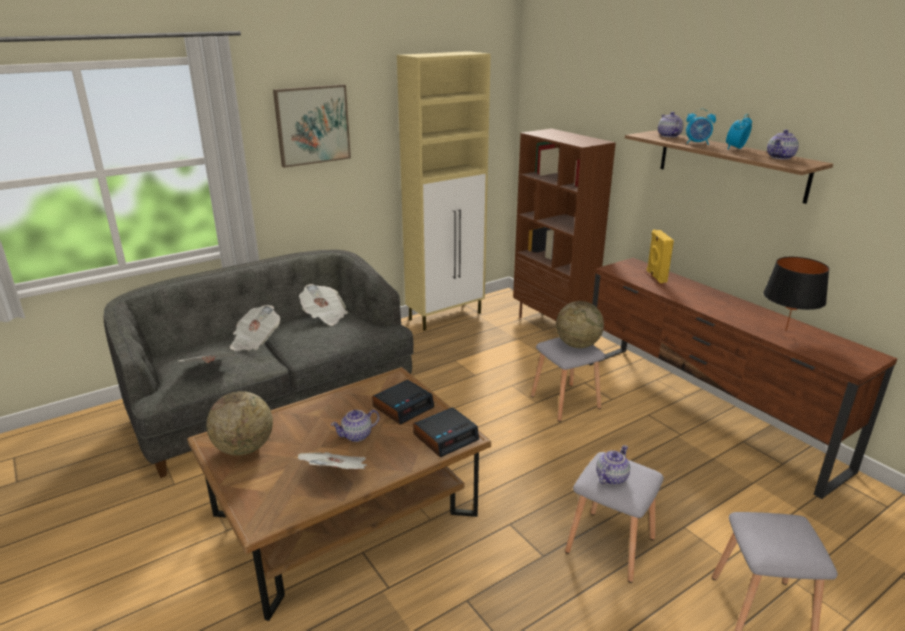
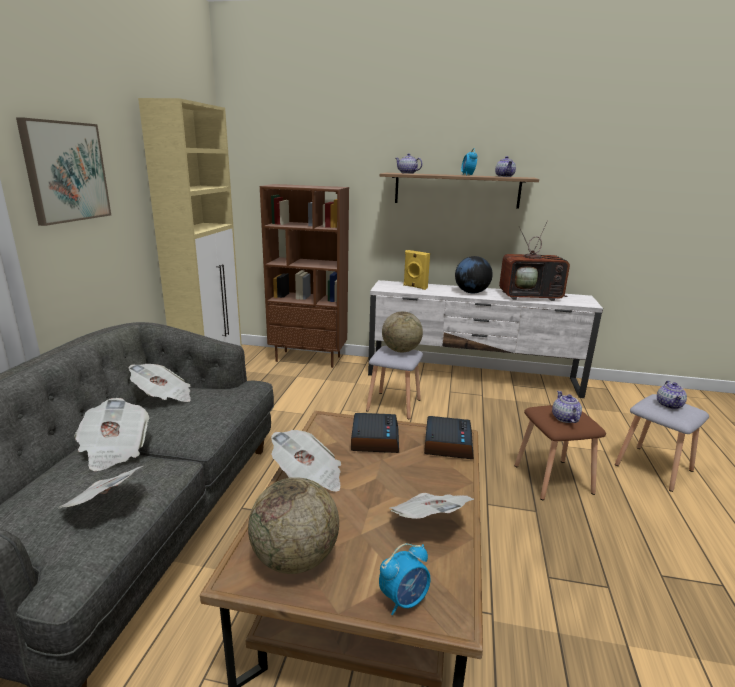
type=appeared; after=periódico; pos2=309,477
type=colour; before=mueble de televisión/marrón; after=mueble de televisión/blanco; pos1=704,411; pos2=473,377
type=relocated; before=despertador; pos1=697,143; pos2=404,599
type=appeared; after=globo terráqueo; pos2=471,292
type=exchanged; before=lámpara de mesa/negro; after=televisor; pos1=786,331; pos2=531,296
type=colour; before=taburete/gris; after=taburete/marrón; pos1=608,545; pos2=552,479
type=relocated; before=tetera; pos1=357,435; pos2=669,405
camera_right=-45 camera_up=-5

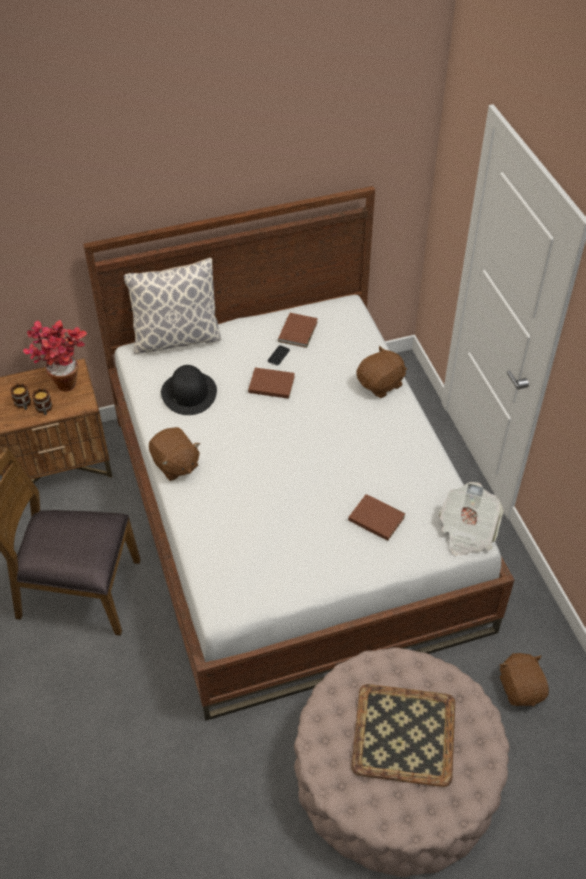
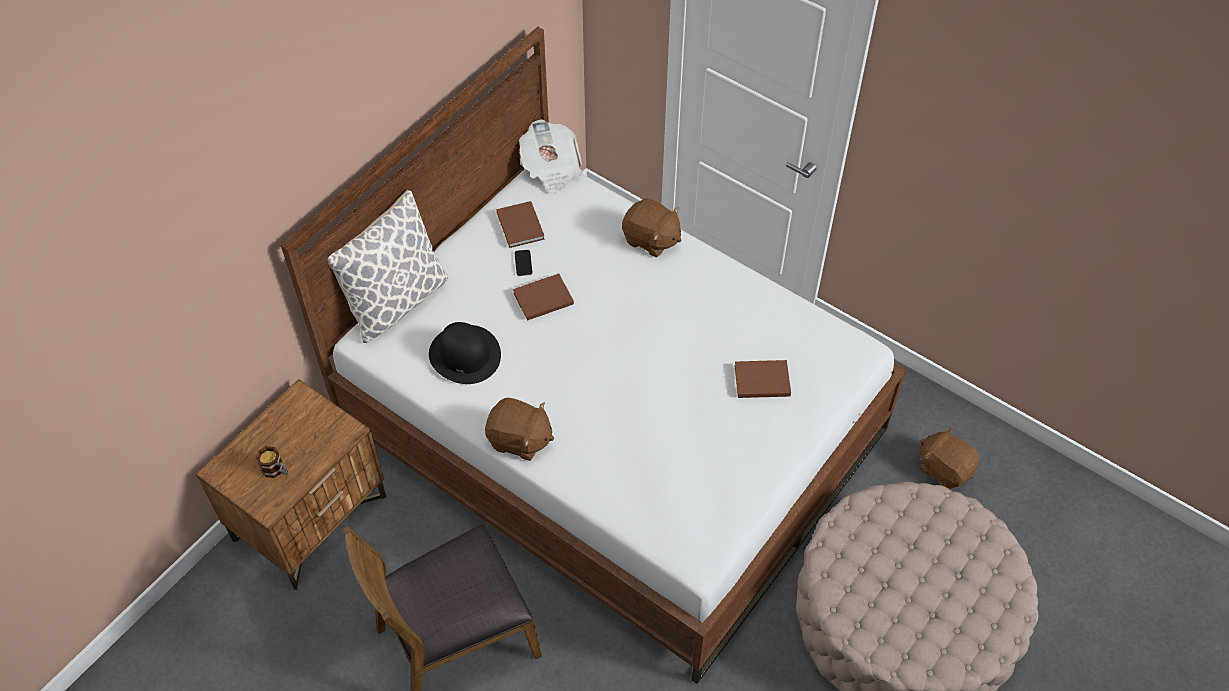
type=relocated; before=periódico; pos1=467,530; pos2=551,169
type=spun; before=peluche/marrón; pos1=381,384; pos2=651,240; turn=105
type=missing; before=planta en maceta; pos1=62,380
type=missing; before=taza grande; pos1=44,409
type=missing; before=bandeja; pos1=403,733
camera_right=-35 camera_up=5

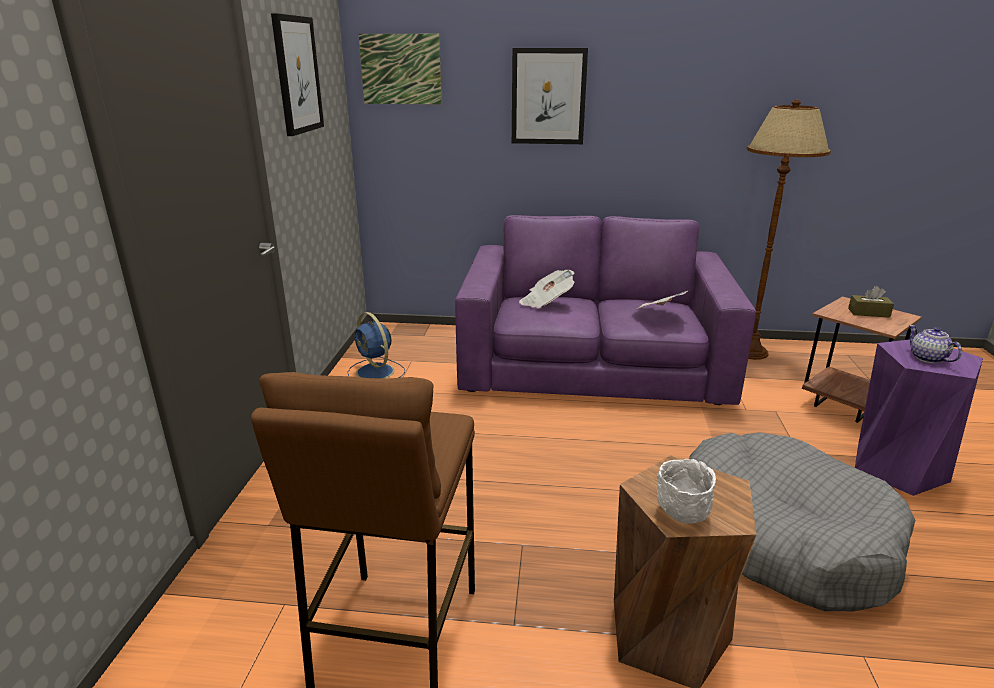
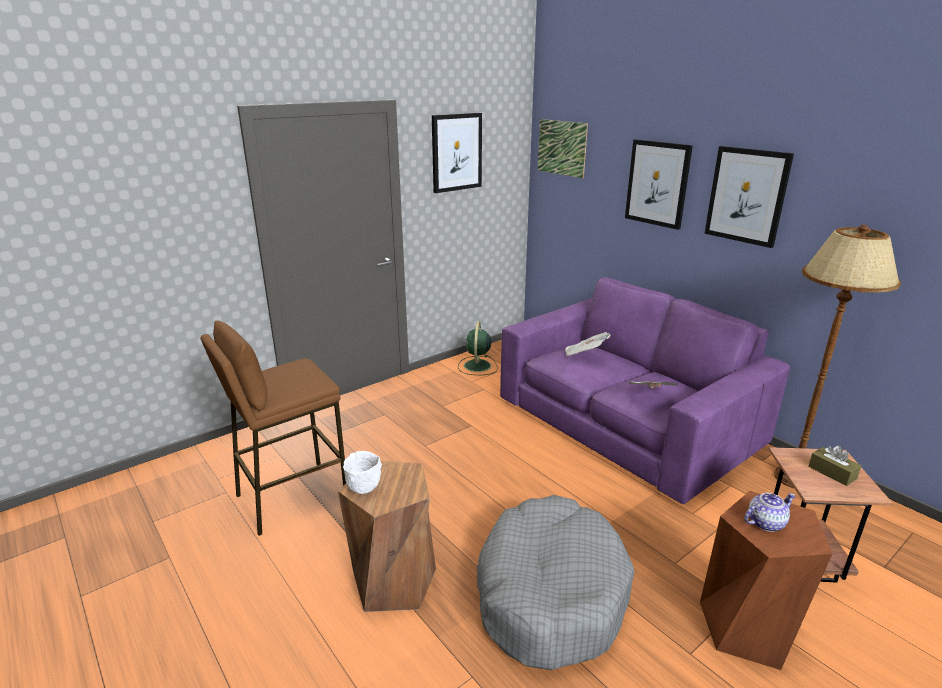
type=colour; before=ventilador/azul; after=ventilador/verde; pos1=376,372; pos2=477,366
type=colour; before=taburete/morado; after=taburete/marrón; pos1=897,467; pos2=747,627
type=appeared; after=cuadro; pos2=747,196
type=spun; before=tetera; pos1=928,358; pos2=765,523; turn=45
camera_right=45 camera_up=0

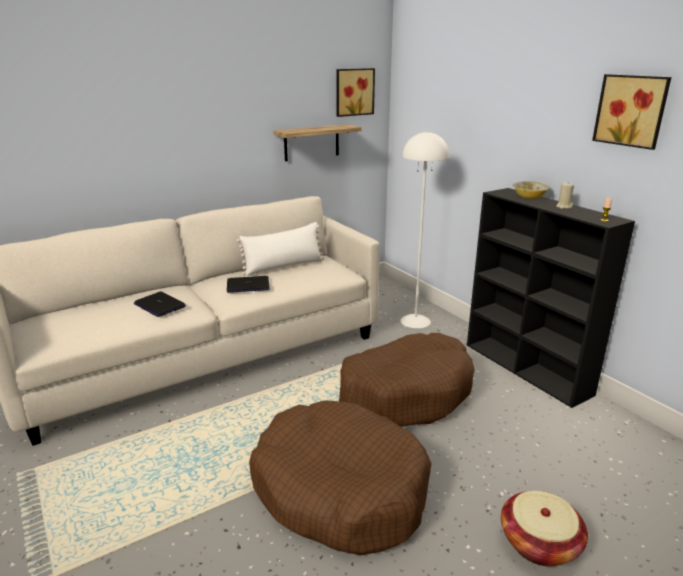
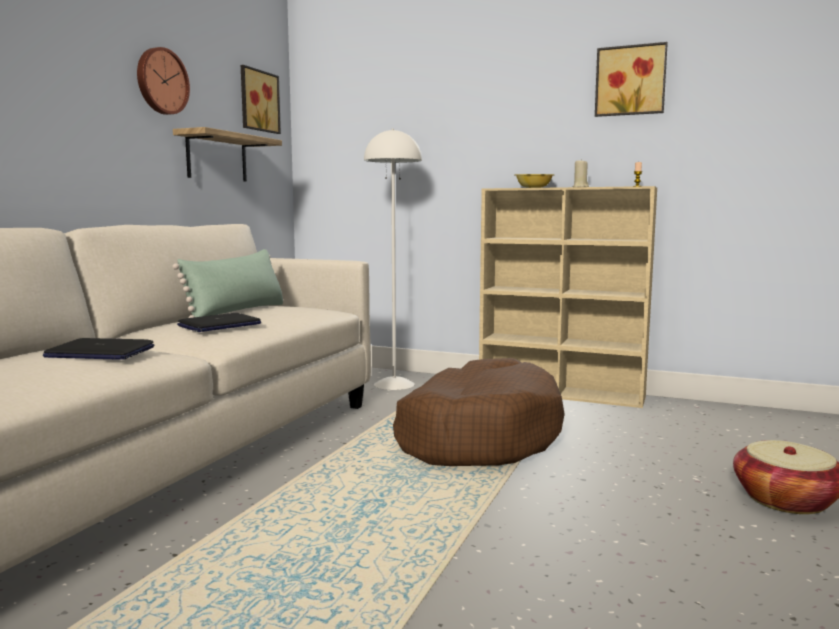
type=appeared; after=reloj de pared; pos2=161,81
type=colour; before=cojín/blanco; after=cojín/verde; pos1=283,266; pos2=237,311
type=colour; before=estantería/negro; after=estantería/beis; pos1=527,369; pos2=562,393
type=missing; before=cama para perro/marrón; pos1=339,489
camera_right=-35 camera_up=-15

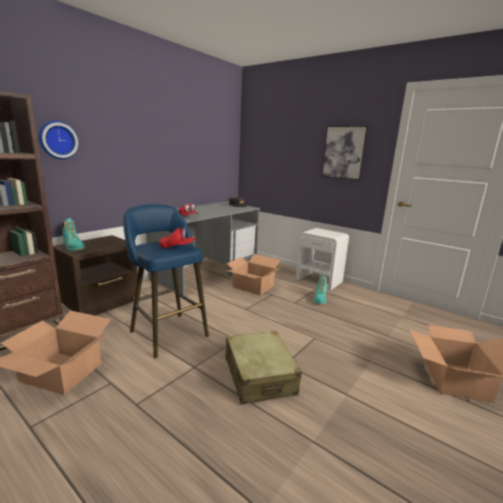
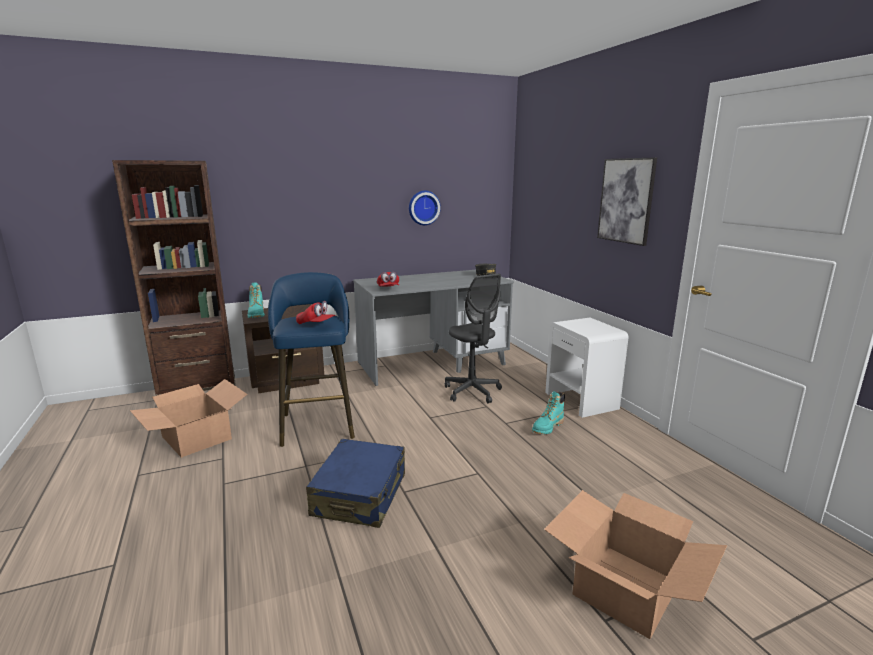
type=colour; before=maleta/beis; after=maleta/azul; pos1=259,376; pos2=360,495
type=relocated; before=reloj de pared; pos1=57,140; pos2=423,207
type=exchanged; before=caja de cartón; after=silla de oficina/gris; pos1=253,286; pos2=472,392
camera_right=30 camera_up=0

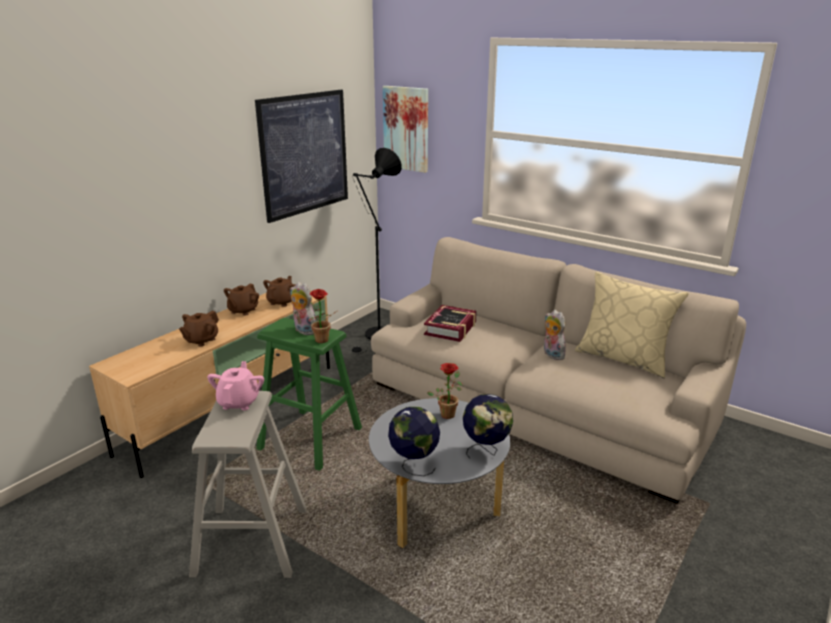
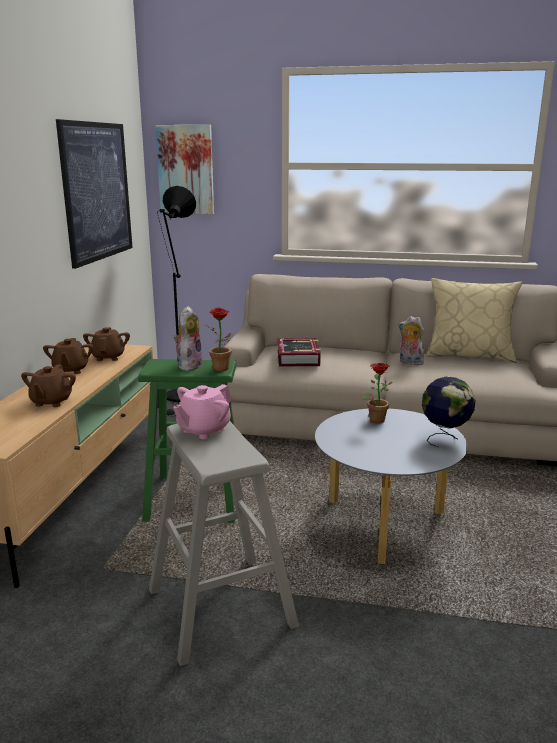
type=spun; before=tetera/rosa; pos1=239,402; pos2=203,430; turn=-120
type=spun; before=peluche; pos1=303,330; pos2=189,365; turn=90
type=missing; before=globo terráqueo; pos1=414,465
camera_right=-25 camera_up=-5

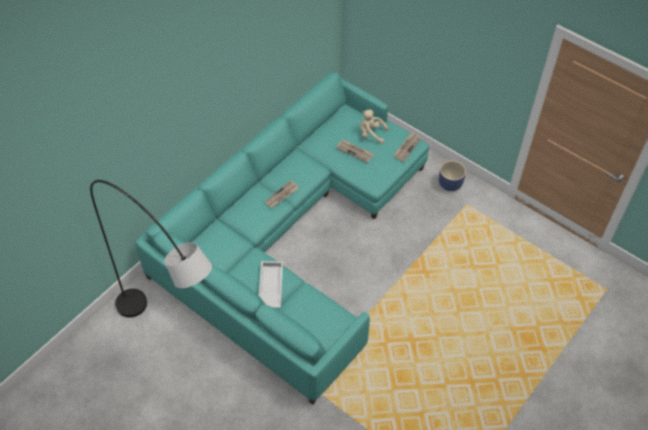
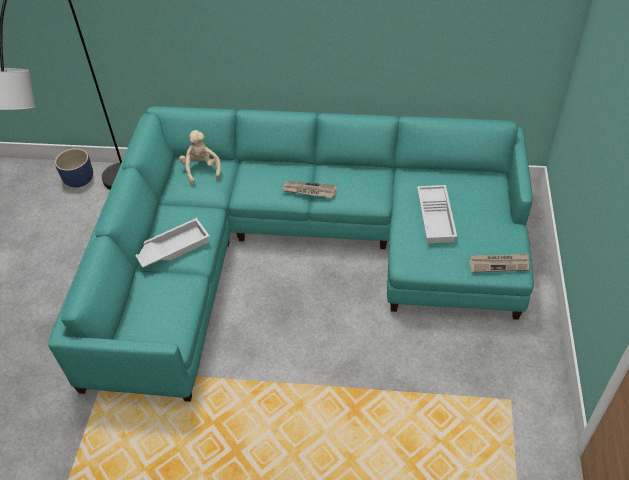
type=relocated; before=maceta/azul; pos1=450,184; pos2=79,180
type=relocated; before=peluche/beis; pos1=371,134; pos2=201,170
type=exchanged; before=periódico; after=bandeja/blanco; pos1=355,151; pos2=436,217
camera_right=60 camera_up=-5

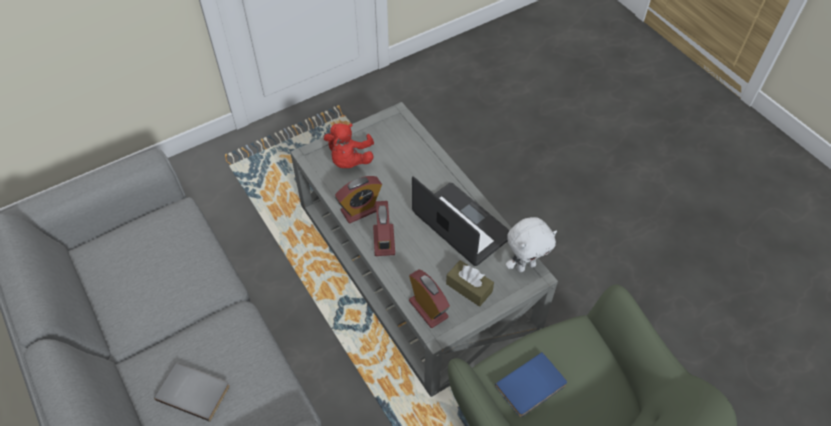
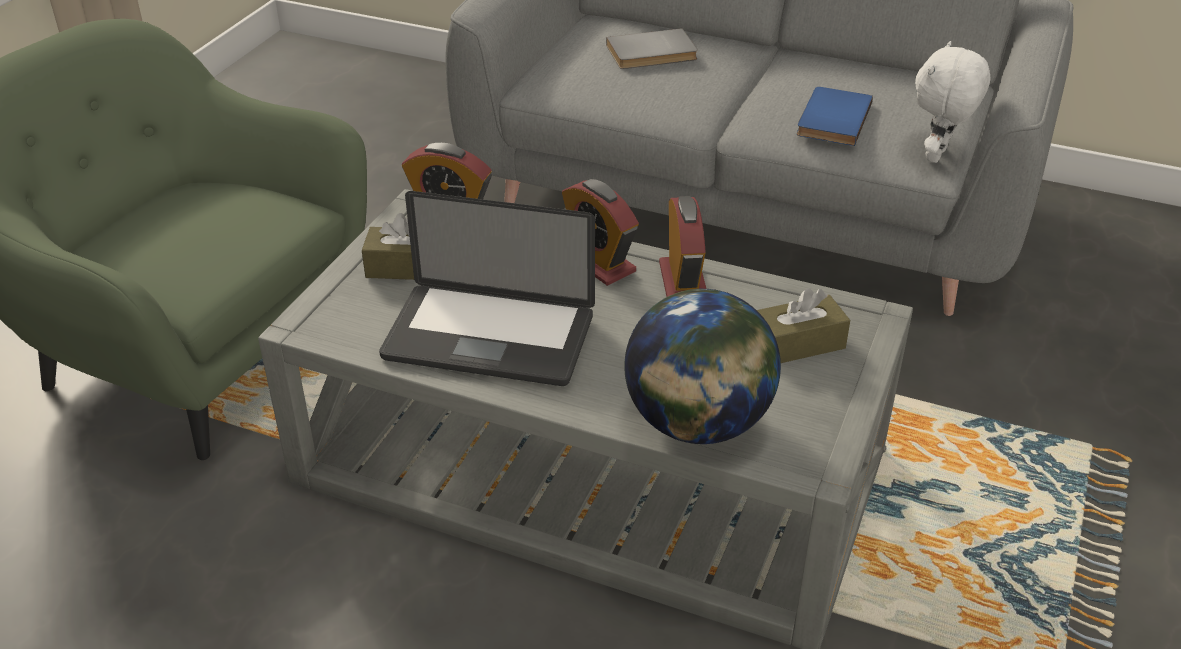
type=appeared; after=globo terráqueo; pos2=698,423
type=spun; before=despertador; pos1=360,210; pos2=683,282; turn=150
type=exchanged; before=peluche/rojo; after=caja de pañuelos/marrón; pos1=349,160; pos2=798,344
type=relocated; before=libro/azul; pos1=532,387; pos2=831,119
type=relocated; before=peluche/blanco; pos1=525,265; pos2=938,156
camera_right=145 camera_up=-15

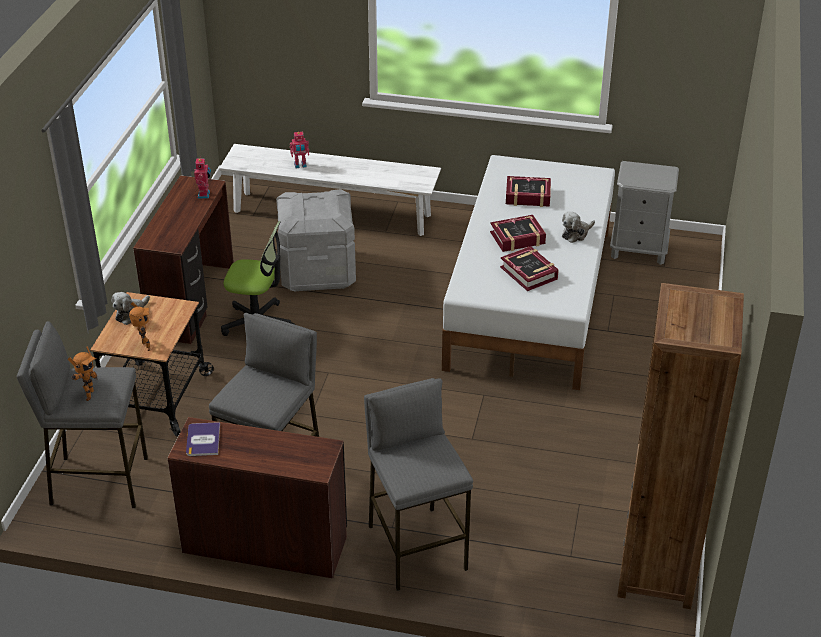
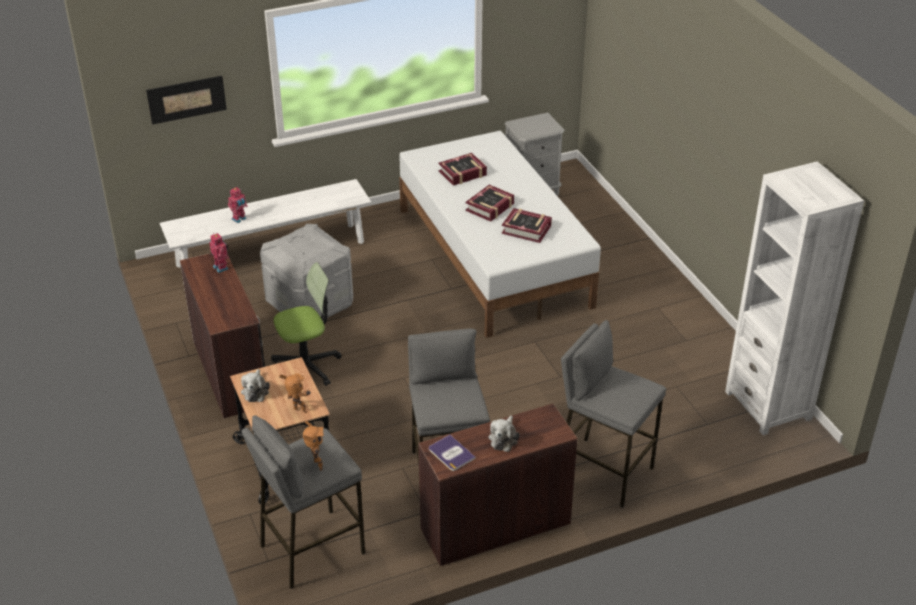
type=appeared; after=cuadro; pos2=186,99
type=relocated; before=peluche; pos1=576,234; pos2=504,438
type=colour; before=estantería/marrón; after=estantería/blanco; pos1=657,570; pos2=768,405
camera_right=-35 camera_up=0

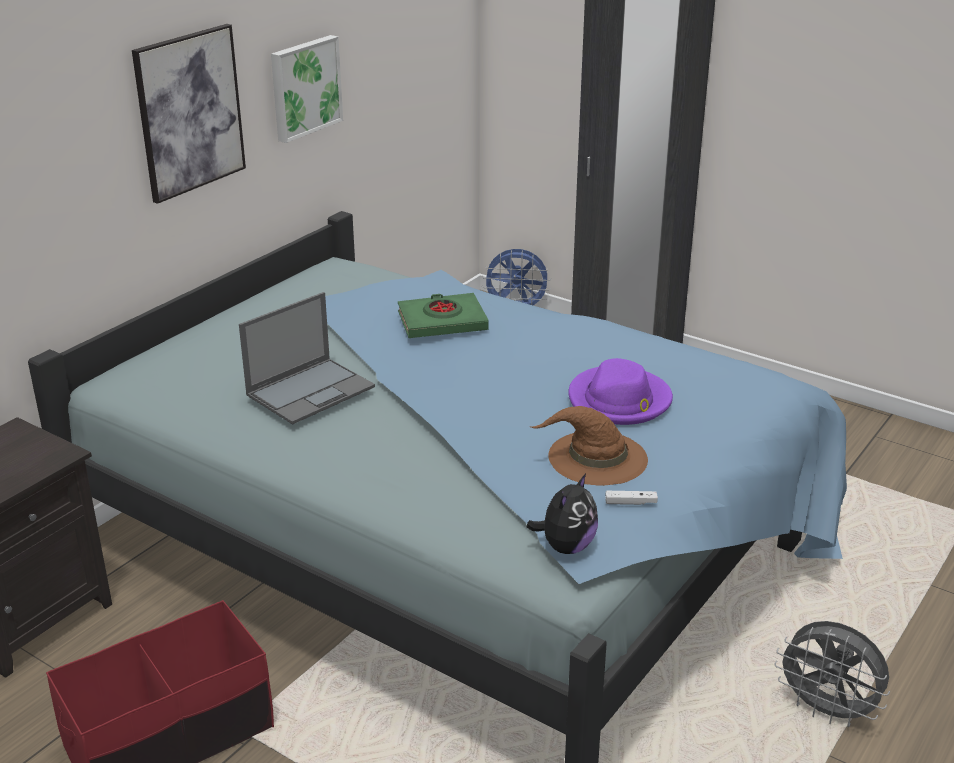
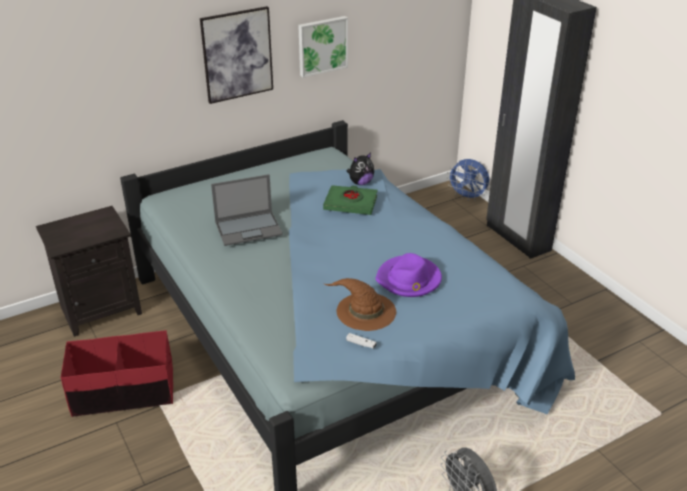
type=relocated; before=peluche; pos1=566,546; pos2=360,183
camera_right=25 camera_up=5

